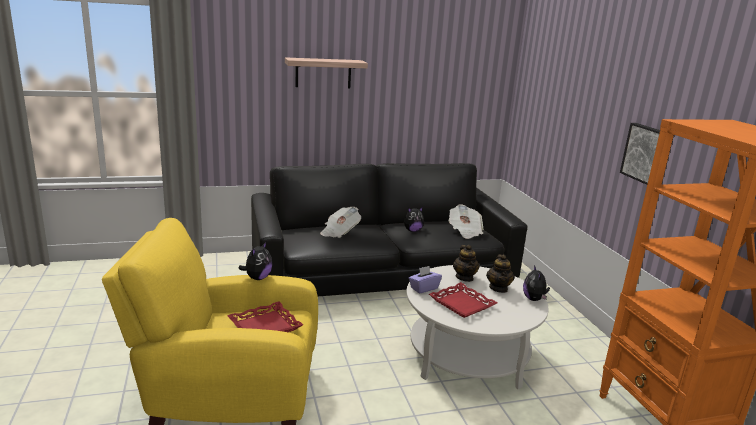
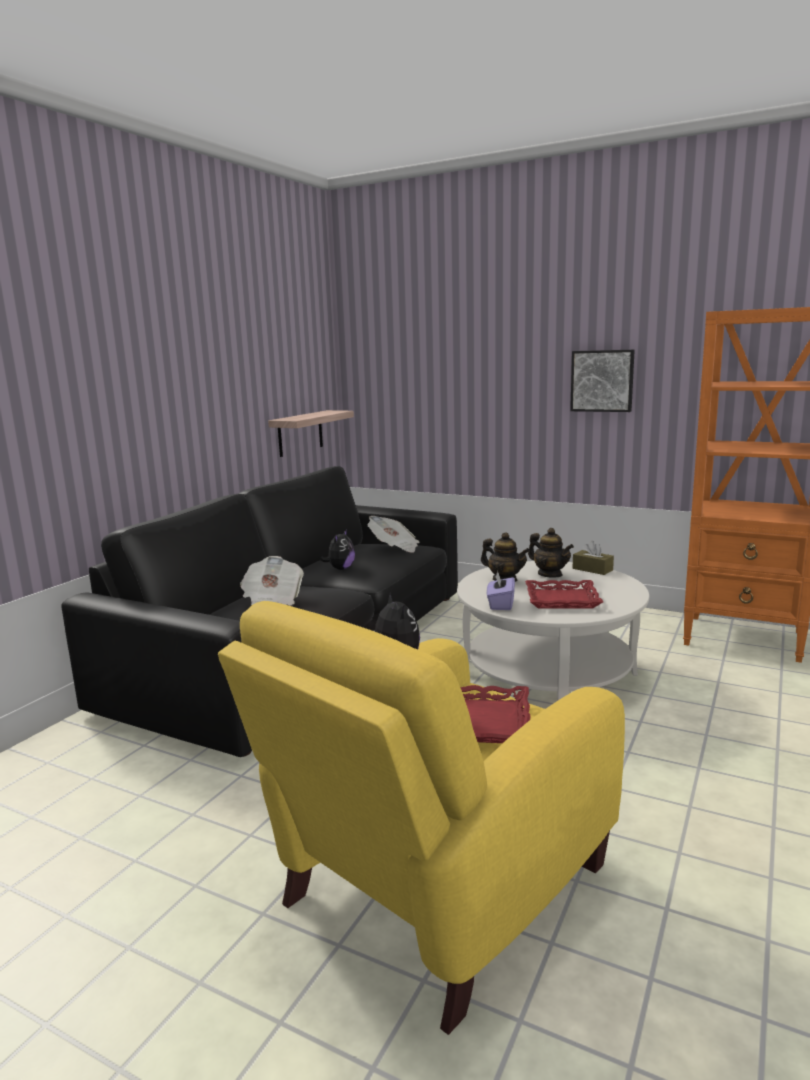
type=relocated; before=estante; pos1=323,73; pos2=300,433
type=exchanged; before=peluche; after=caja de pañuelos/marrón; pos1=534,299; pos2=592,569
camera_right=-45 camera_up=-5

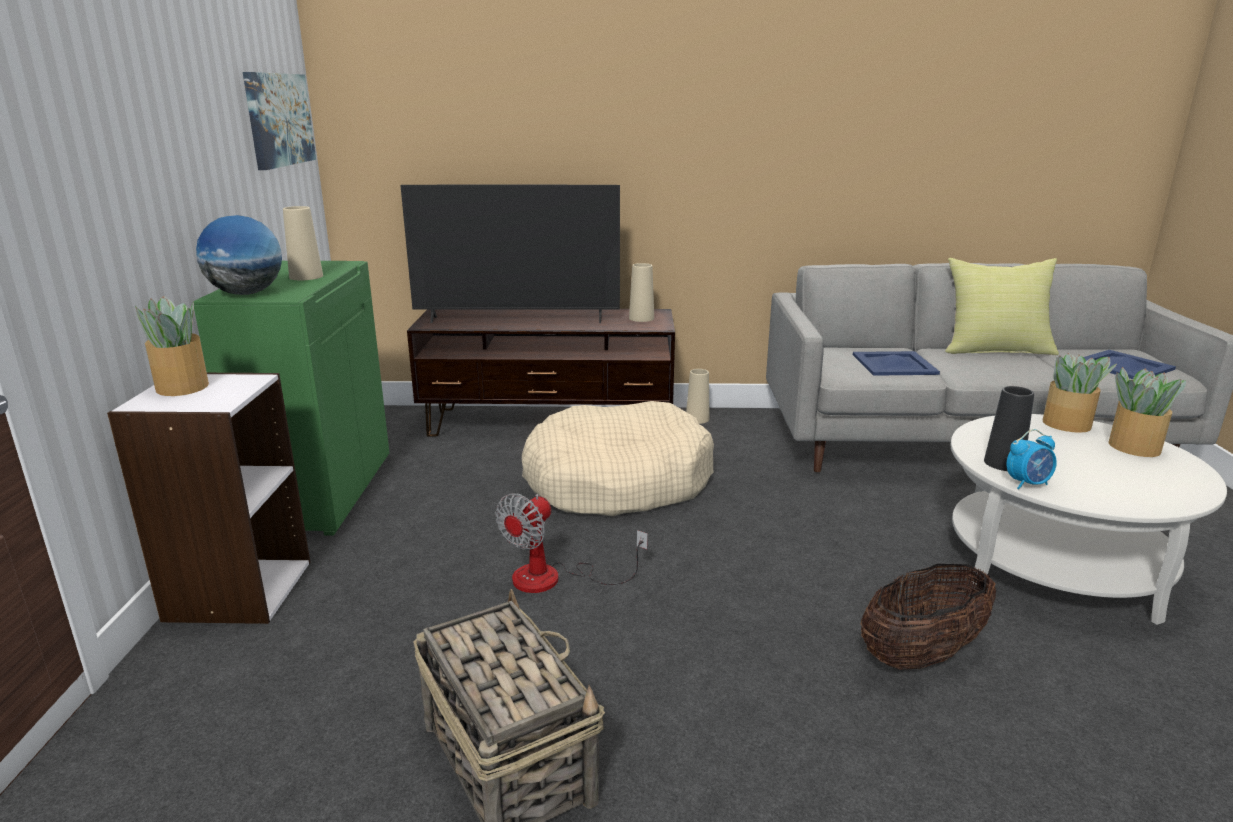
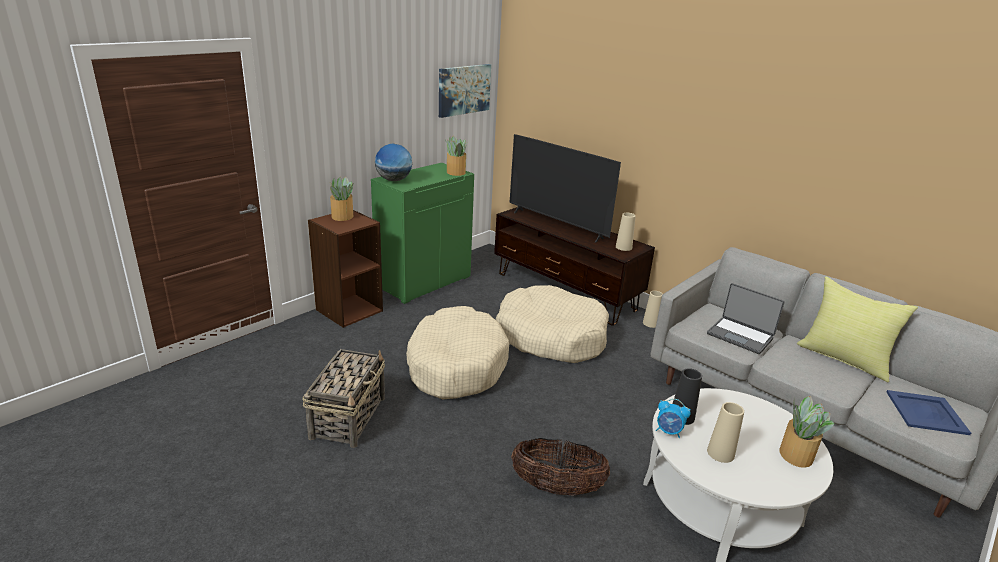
type=colour; before=estantería/blanco; after=estantería/marrón; pos1=238,590; pos2=349,310
type=exchanged; before=ventilador; after=cama para perro/beis; pos1=553,578; pos2=456,365
type=relocated; before=planta en maceta; pos1=1067,424; pos2=456,172
type=exchanged; before=bandeja/azul; after=portátil; pos1=894,364; pos2=740,336
type=relocated; before=florero/beis; pos1=306,277; pos2=720,453
camera_right=40 camera_up=5

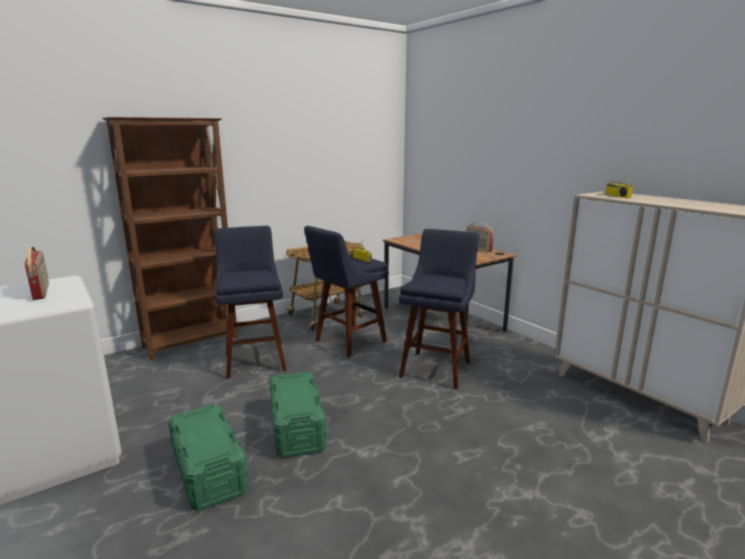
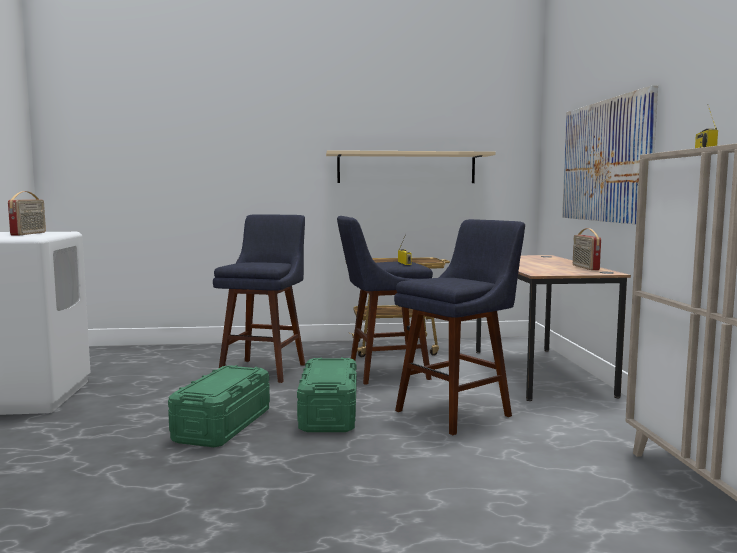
type=relocated; before=caja de almacenaje/verde; pos1=209,471; pos2=329,413
type=appeared; after=estante/beis; pos2=406,168
type=appeared; after=cuadro; pos2=605,161
type=missing; before=estantería/marrón; pos1=192,342
camera_right=30 camera_up=-10

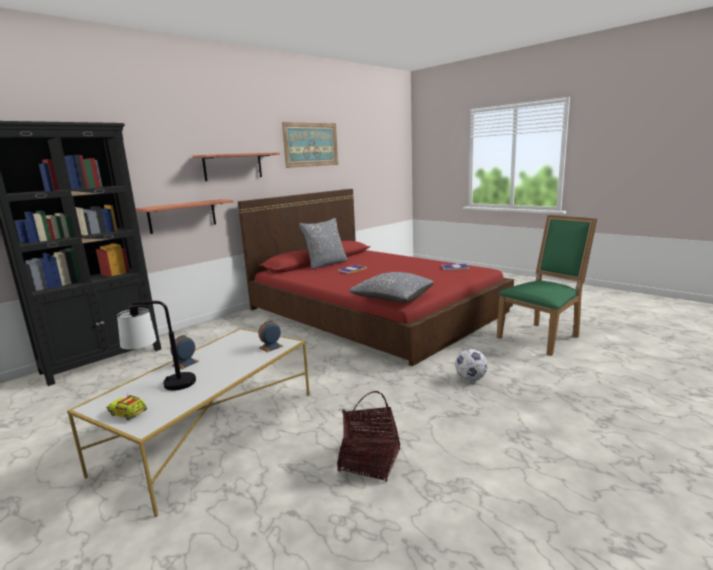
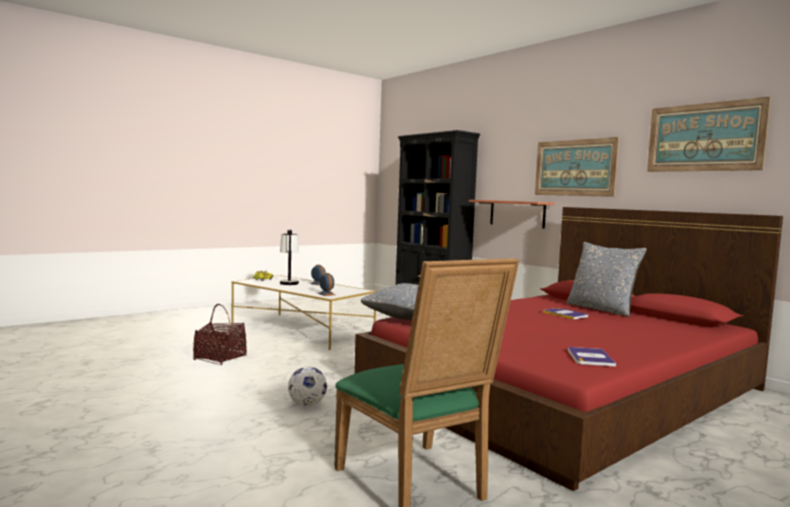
type=exchanged; before=estante; after=cuadro; pos1=233,166; pos2=575,168
camera_right=95 camera_up=-10

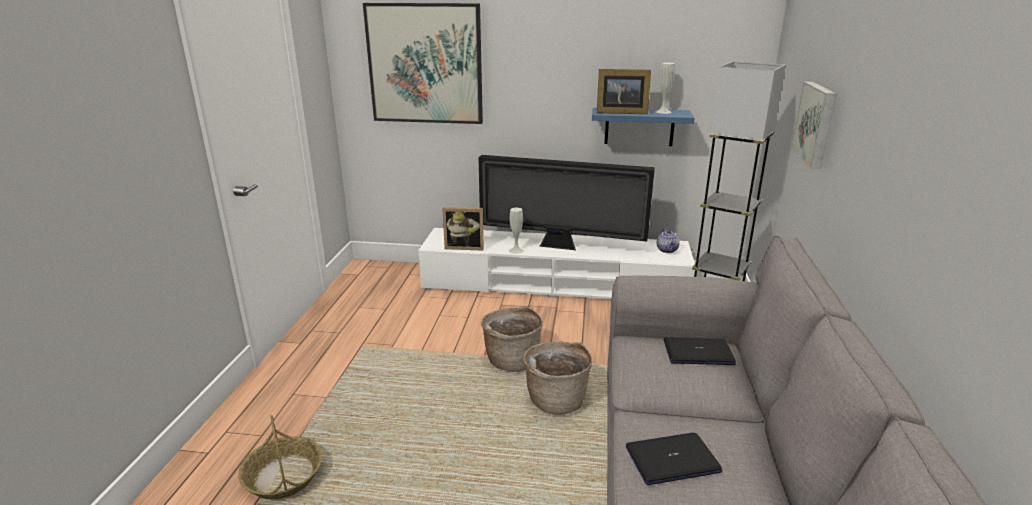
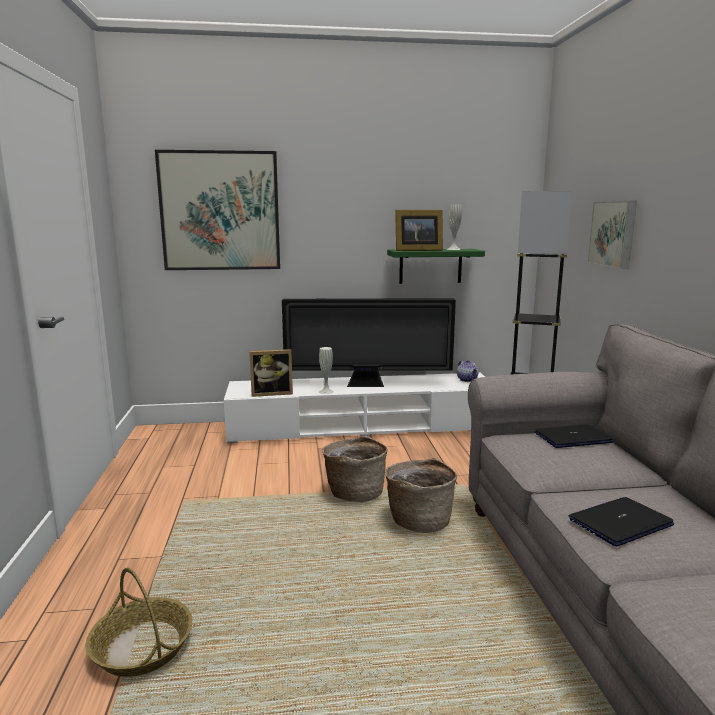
type=colour; before=estante/azul; after=estante/verde; pos1=639,127; pos2=430,266
camera_right=-15 camera_up=-10

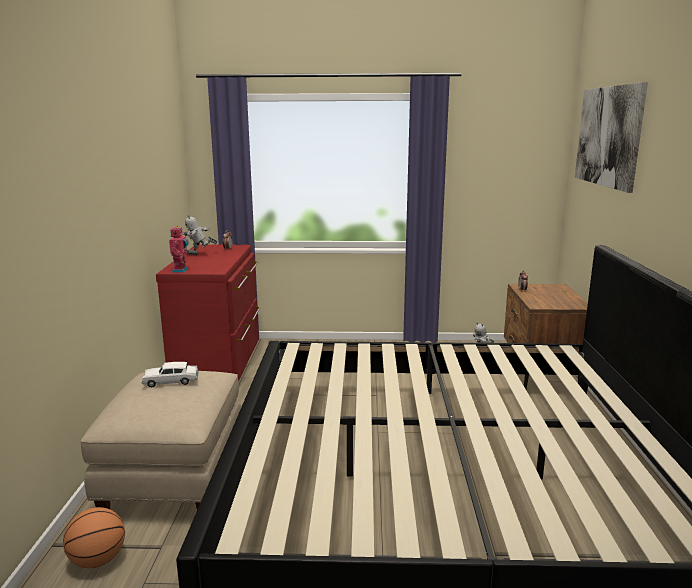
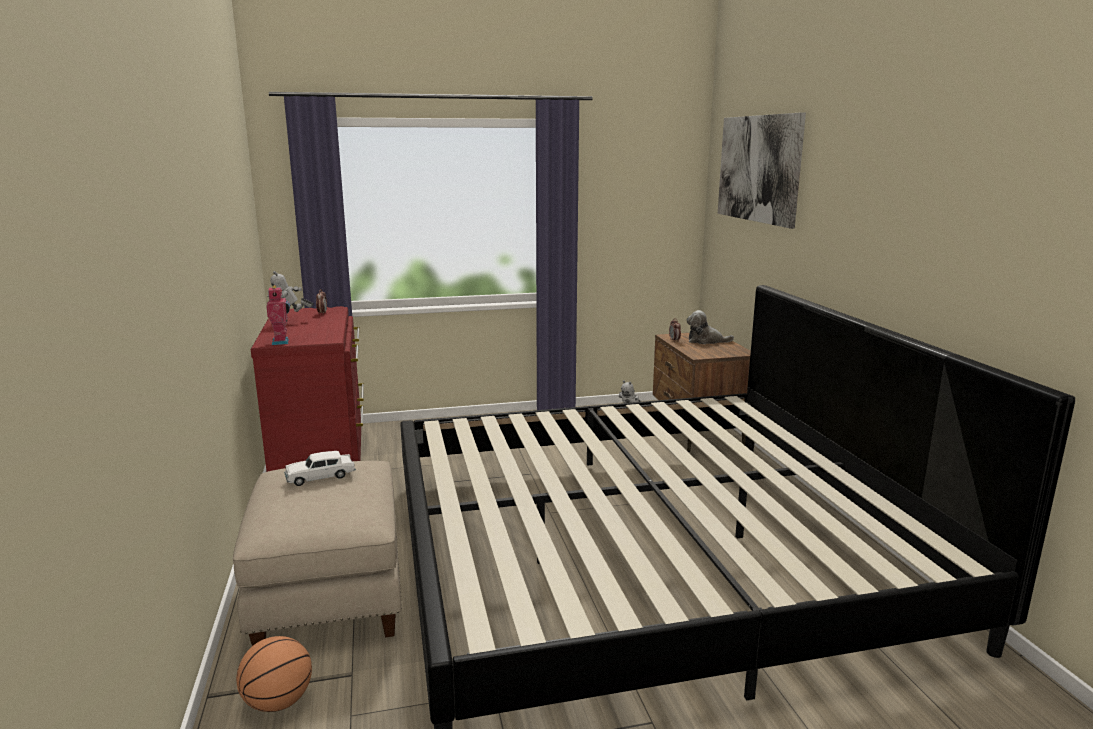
type=appeared; after=peluche; pos2=705,341
camera_right=-15 camera_up=0

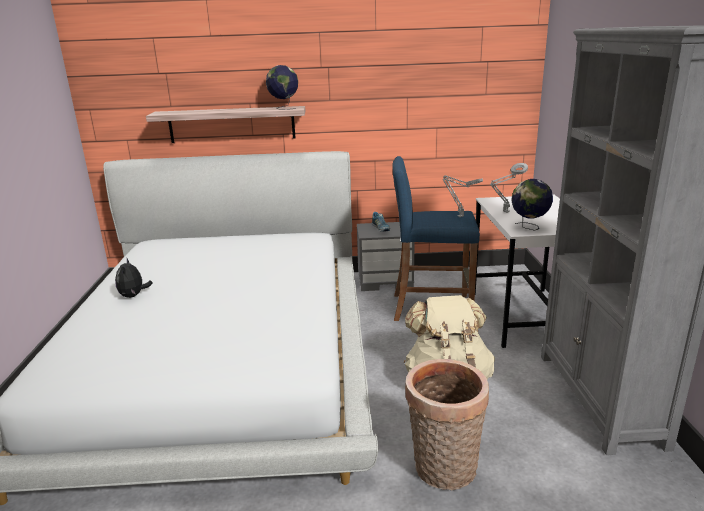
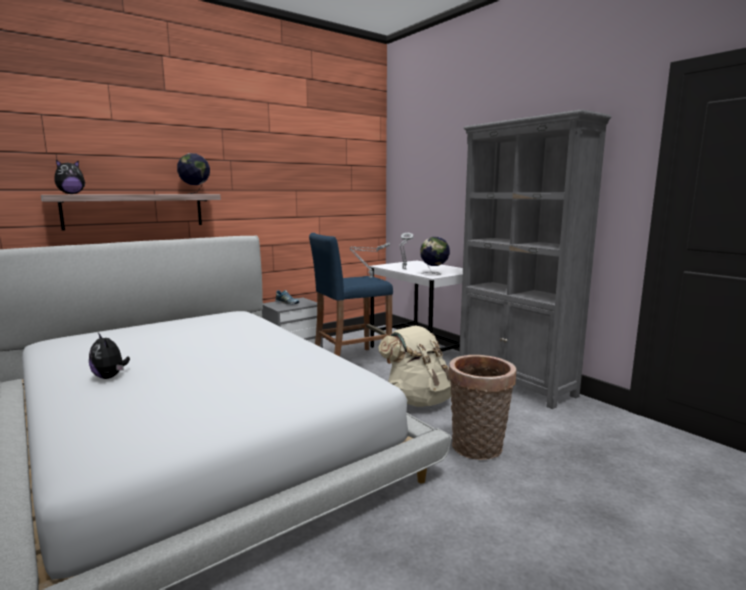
type=appeared; after=peluche; pos2=71,194
camera_right=-35 camera_up=-10

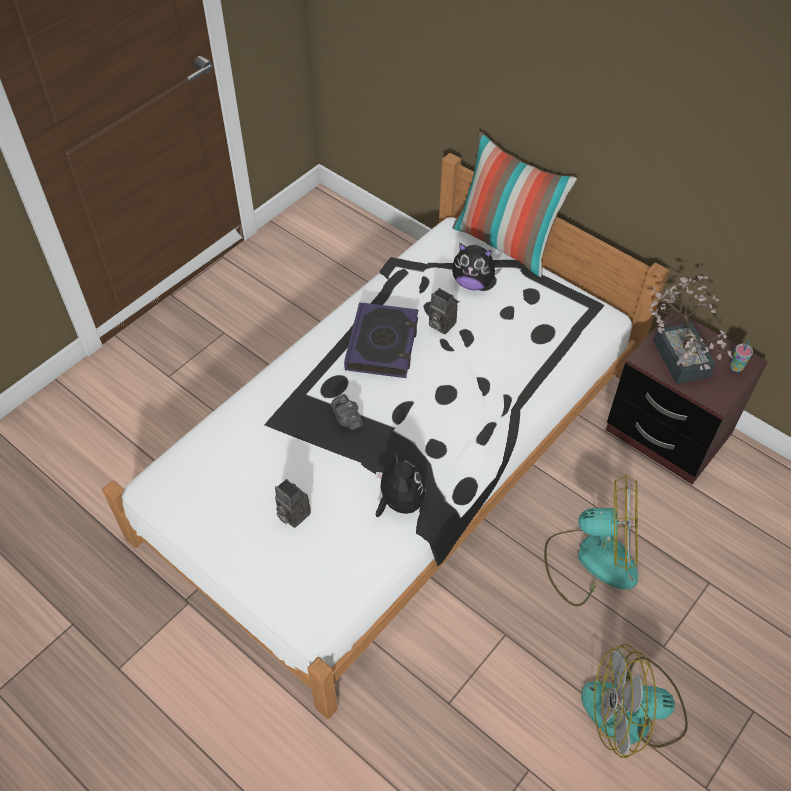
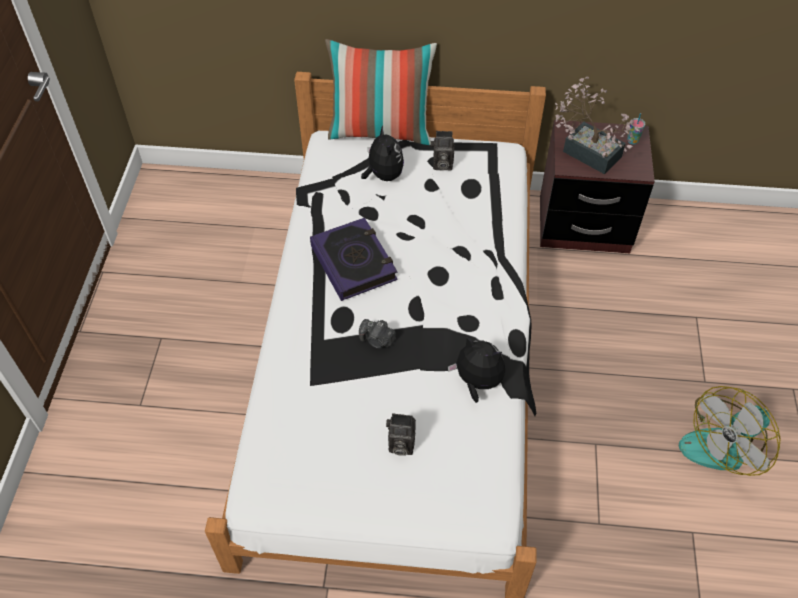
type=spun; before=peluche; pos1=473,283; pos2=383,175; turn=-90
type=relocated; before=cámara; pos1=440,324; pos2=441,164
type=missing; before=ventilador; pos1=591,559
camera_right=-35 camera_up=0

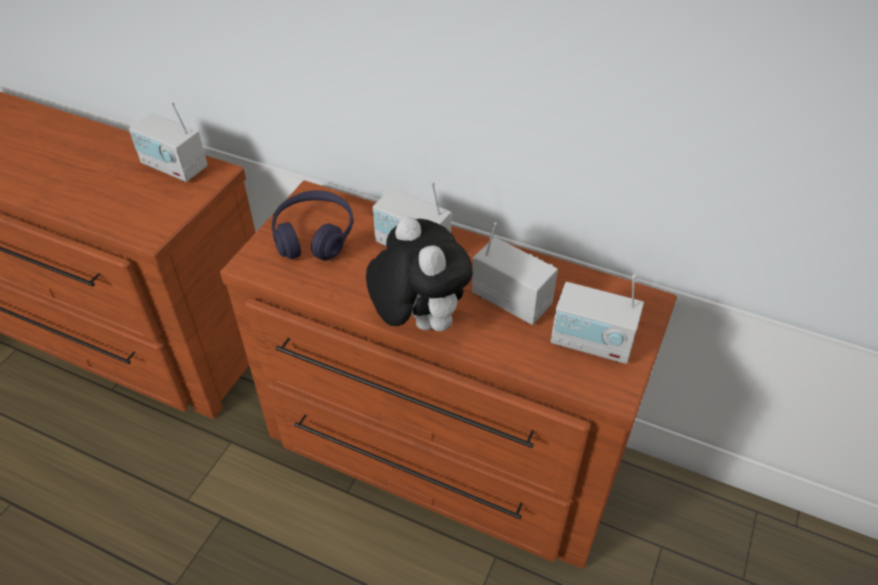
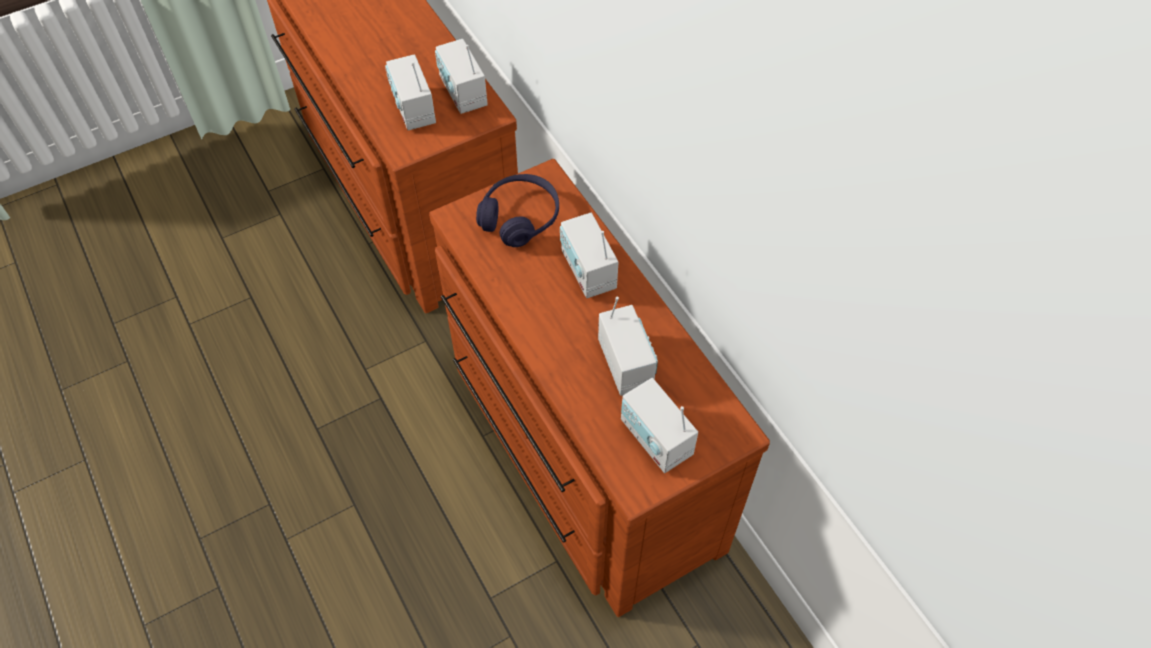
type=appeared; after=radio; pos2=413,109
type=missing; before=peluche; pos1=417,321
camera_right=35 camera_up=10

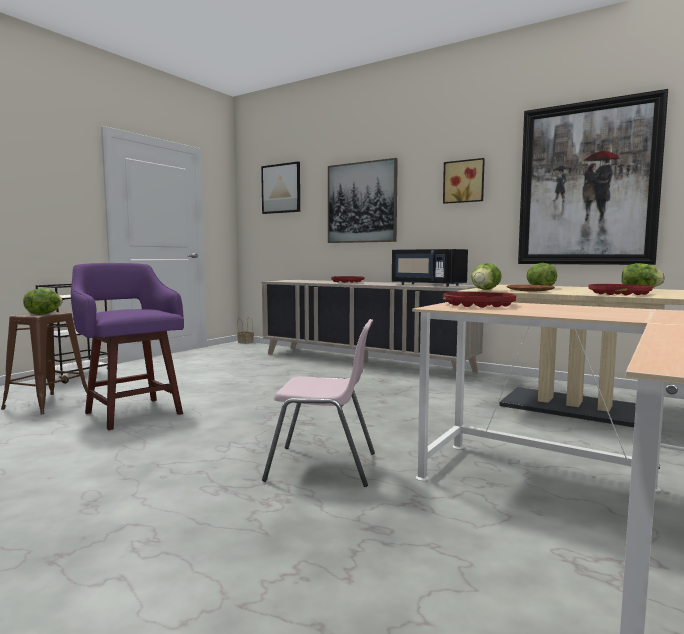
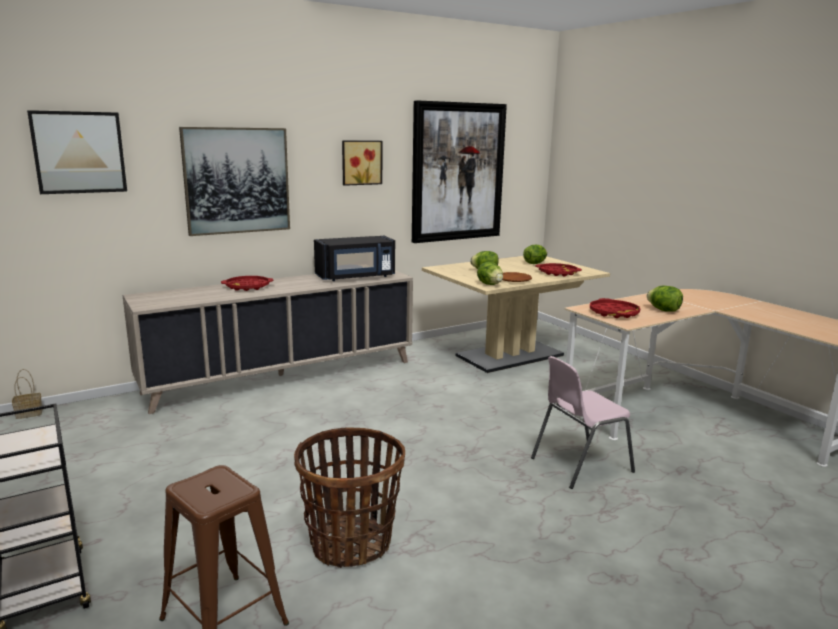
type=exchanged; before=taburete/morado; after=cesta; pos1=132,412; pos2=351,543
type=spun; before=silla/rosa; pos1=324,466; pos2=579,465; turn=-150
type=relocated; before=lechuga; pos1=44,314; pos2=663,310
camera_right=-65 camera_up=10

